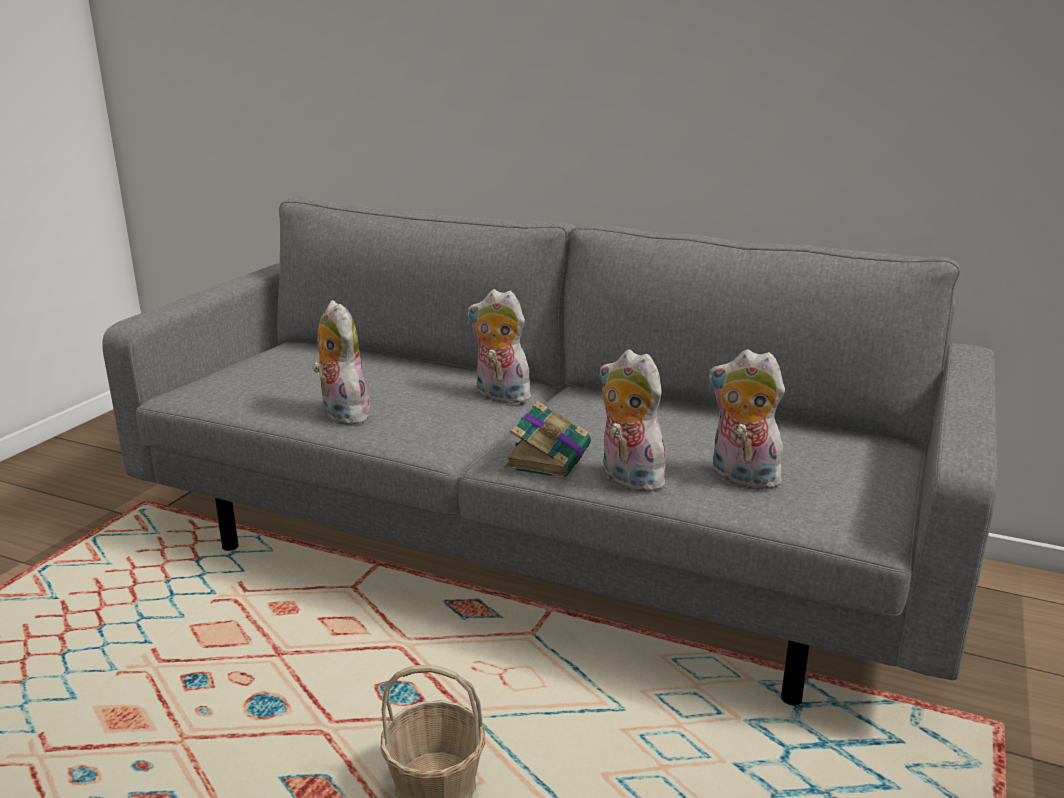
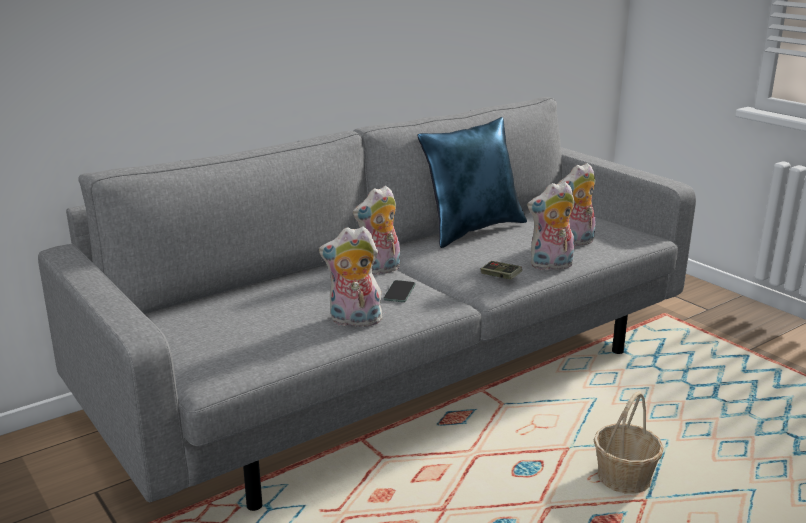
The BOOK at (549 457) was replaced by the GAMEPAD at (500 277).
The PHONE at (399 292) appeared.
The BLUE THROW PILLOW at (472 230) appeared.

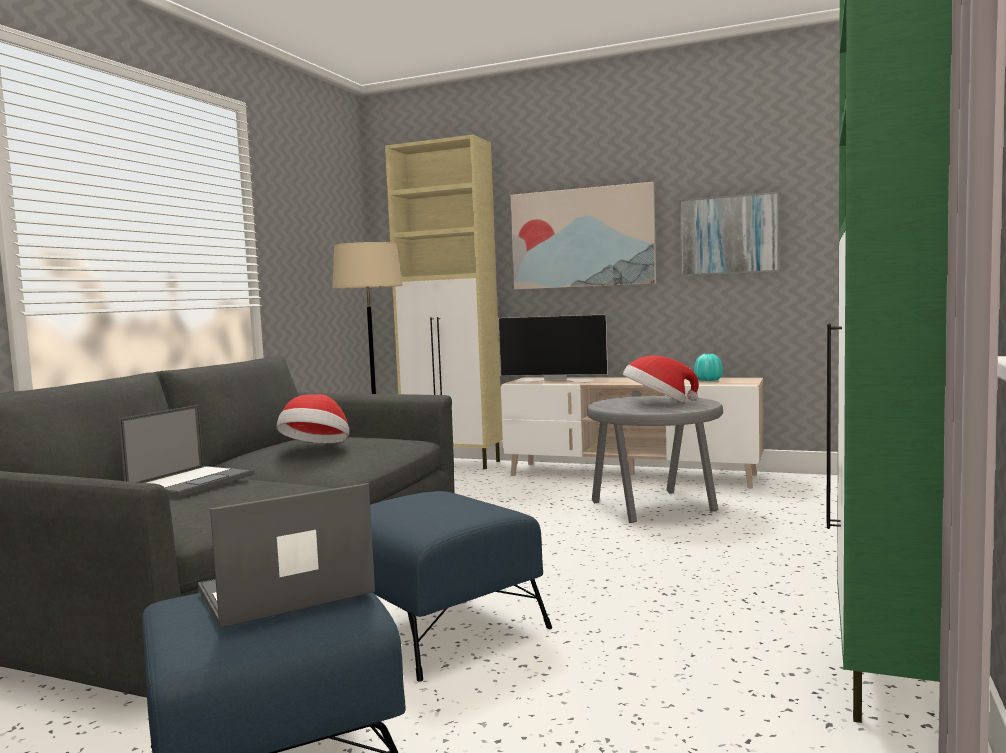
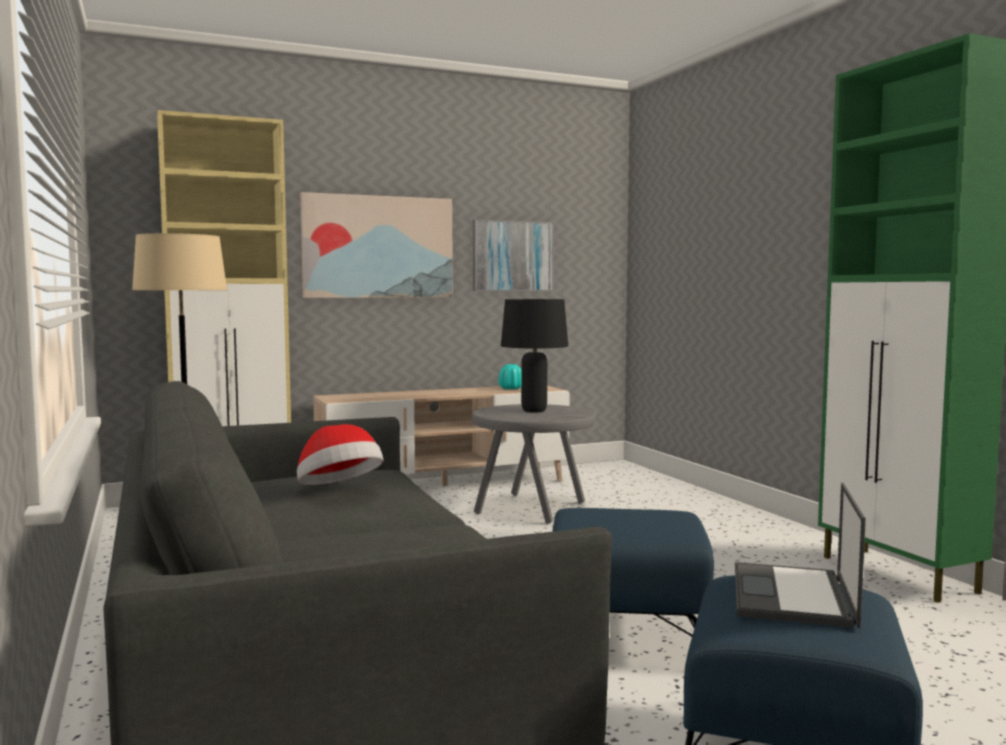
The NOTEBOOK COMPUTER at (192 482) disappeared.
The TV at (555 380) disappeared.
The WEARABLE HAT at (658 403) was replaced by the BLACK-COLOURED LAMP FOR A TABLE at (534 411).

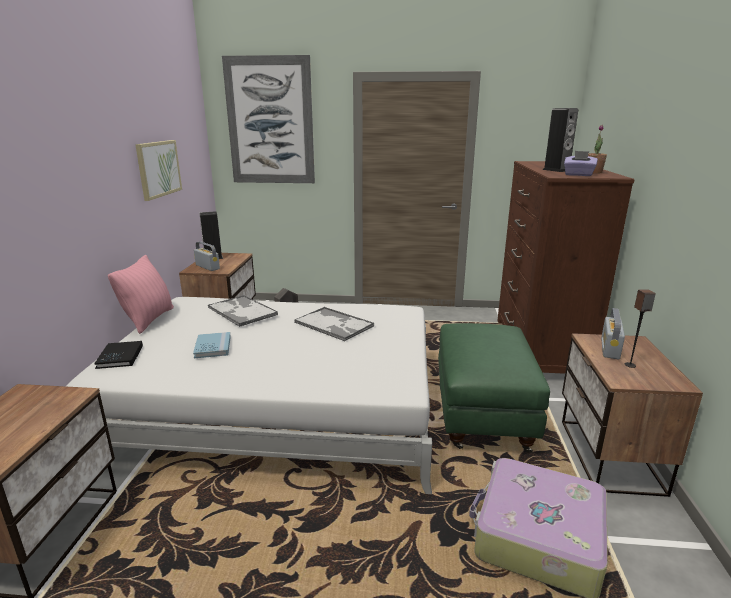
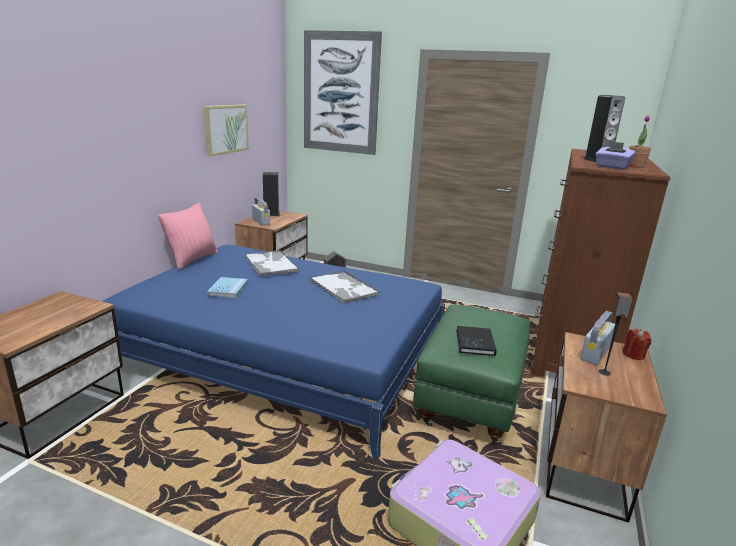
The WHITISH BEDROOM BED at (278 404) became the BLUE BEDROOM BED at (284 353).
The BLACK-COLOURED BOOK moved from (120 356) to (475 343).
The RED WAX LIGHT at (633 355) appeared.

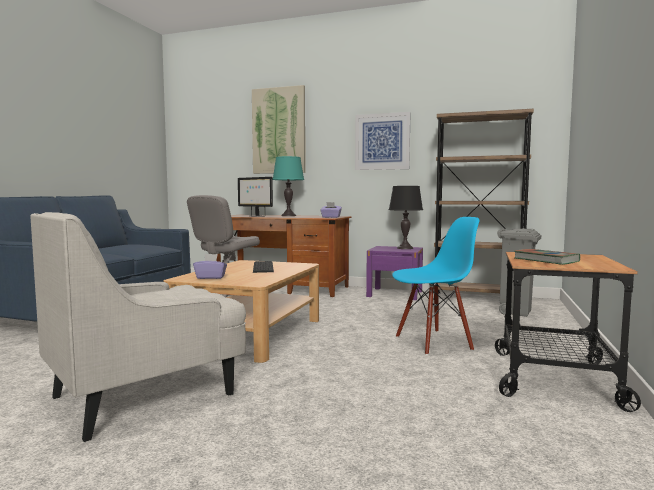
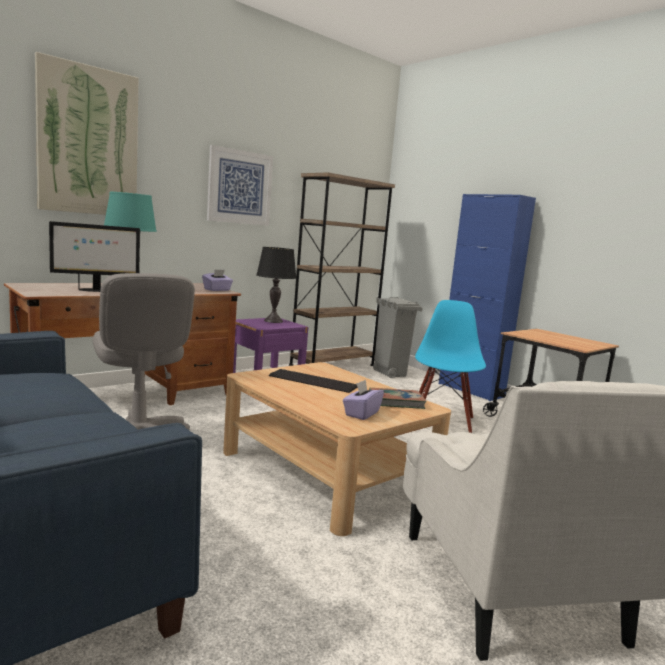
The BOOK moved from (546 260) to (396 402).
The BLUE CABINET at (471 390) appeared.

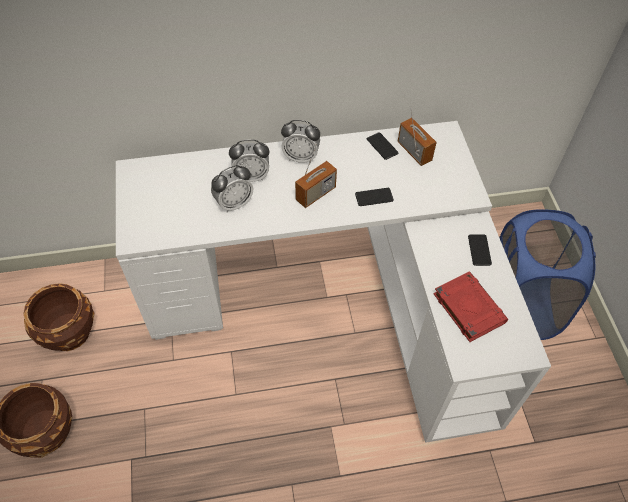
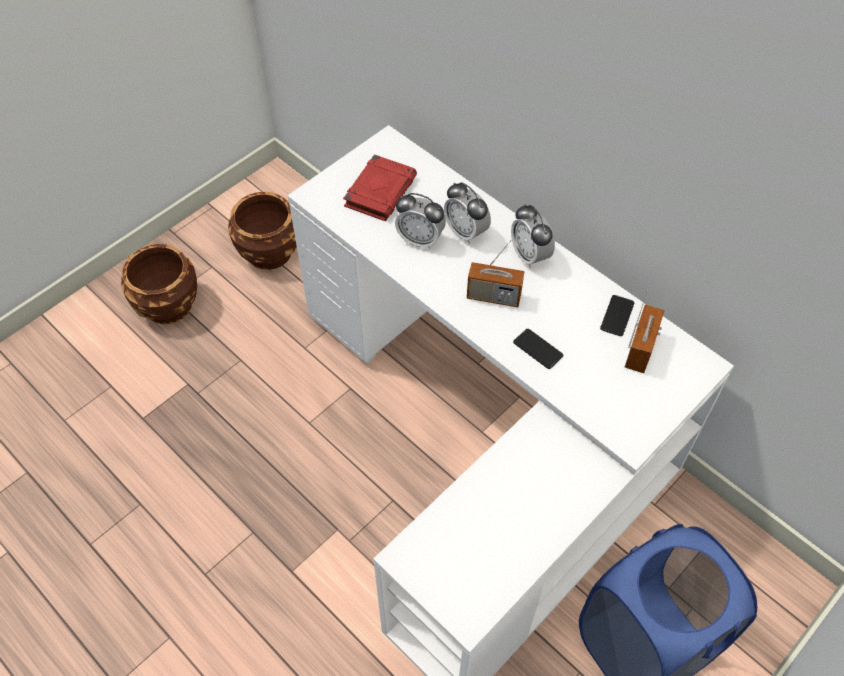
The RED BOOK moved from (468 308) to (380 191).
The PHONE at (479 250) disappeared.

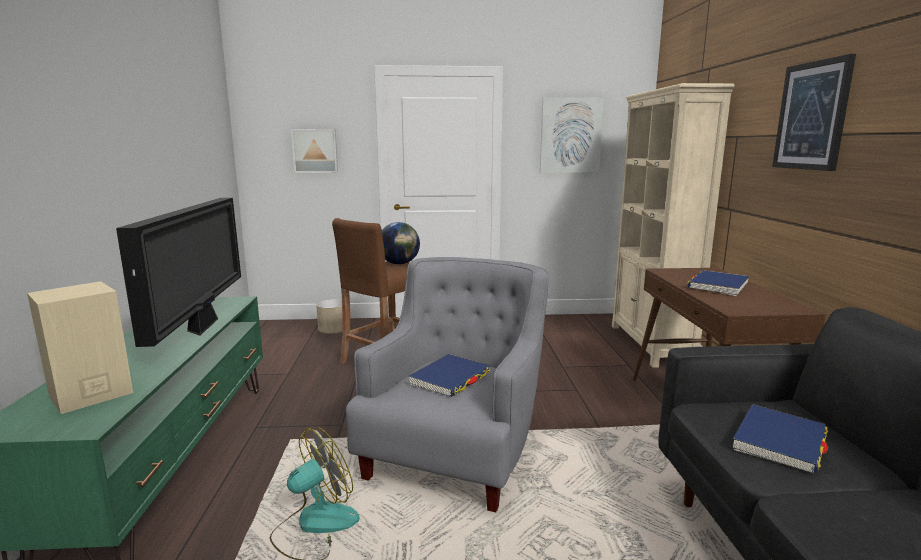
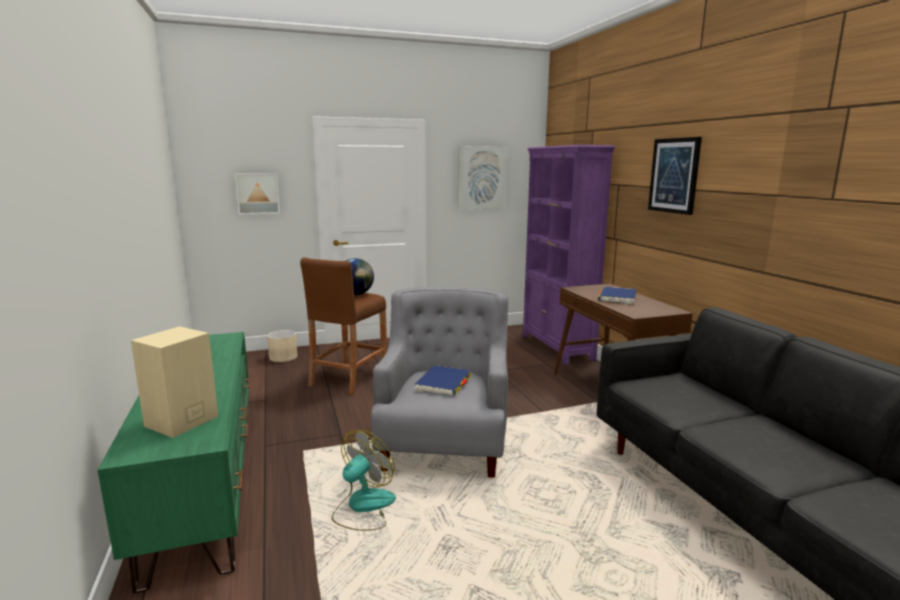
The TV at (203 325) disappeared.
The BEIGE-COLOURED BOOKSHELF at (650 345) became the PURPLE BOOKSHELF at (557 347).
The BLUE BOOK at (779 442) disappeared.

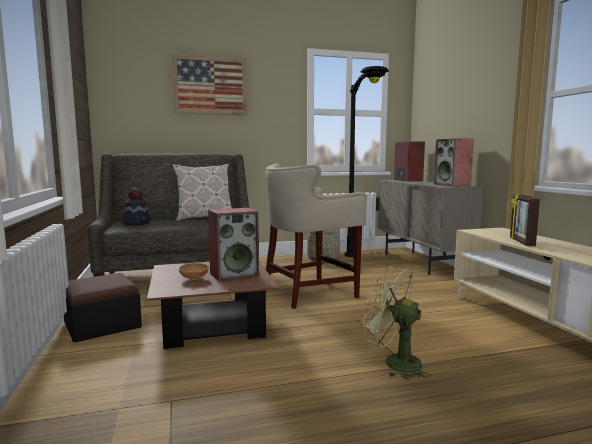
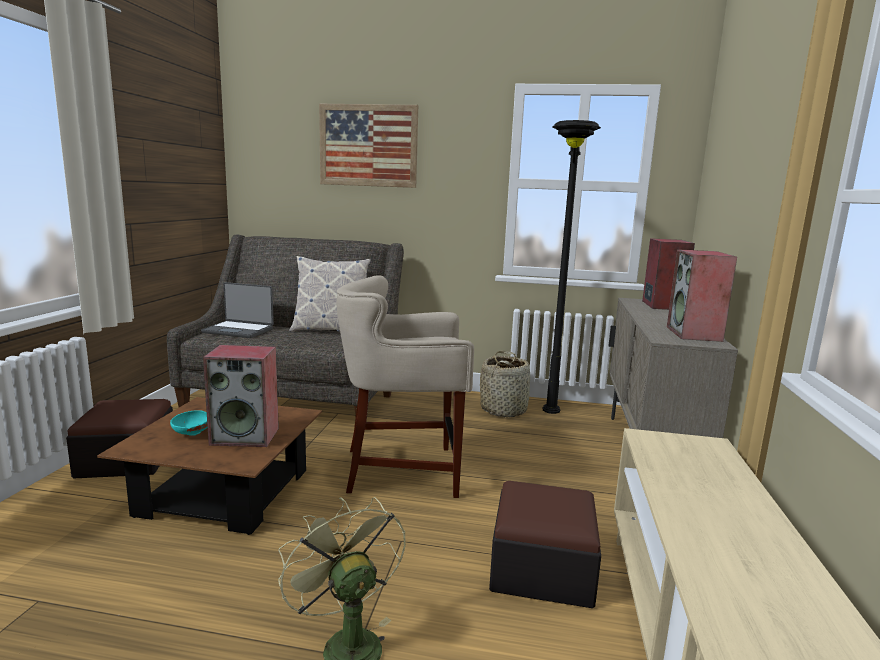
The WEARABLE HAT at (137 223) was replaced by the NOTEBOOK COMPUTER at (239 330).
The BROWN BOWL at (194 279) became the TURQUOISE BOWL at (191 434).
The PHOTO FRAME at (521 242) disappeared.
The OTTOMAN at (542 568) appeared.

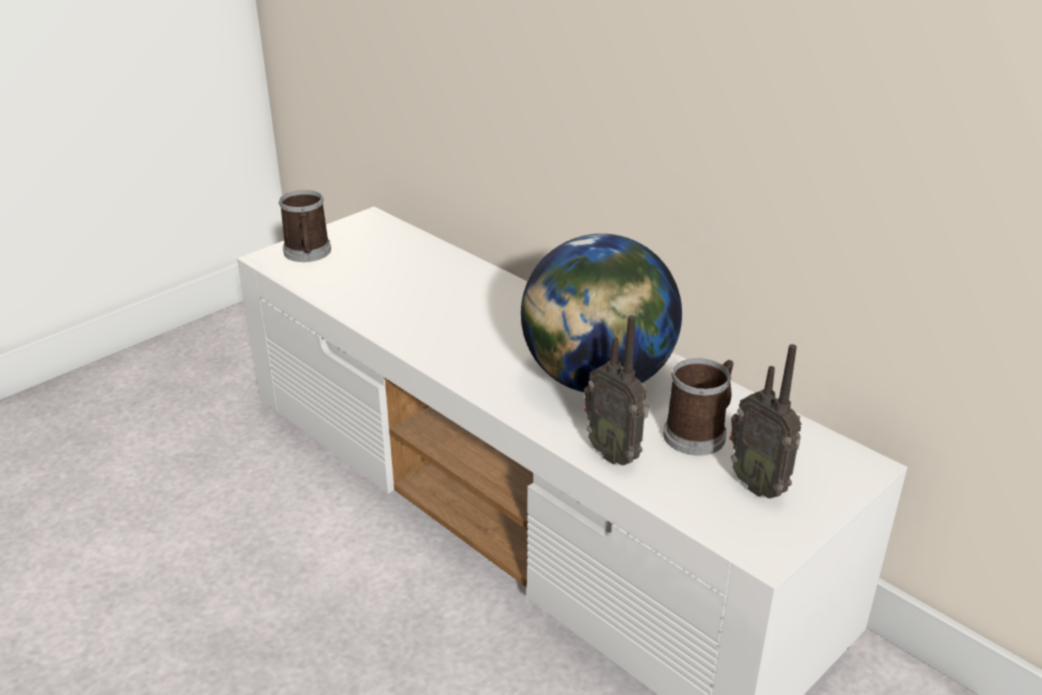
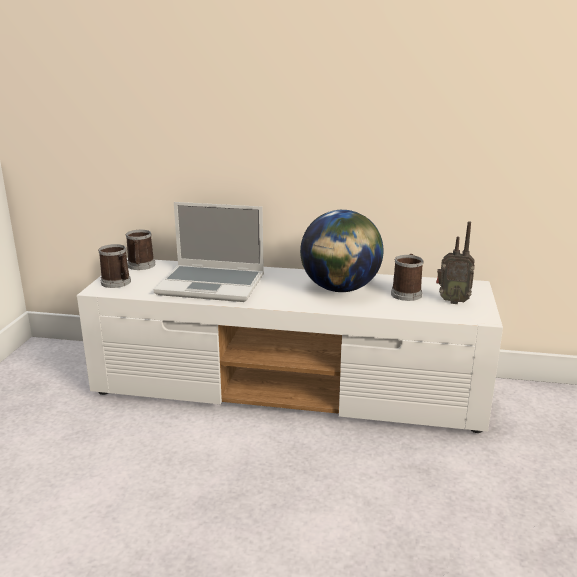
The RADIO SET at (615 453) disappeared.
The TEA MUG at (140 266) appeared.
The NOTEBOOK COMPUTER at (213 285) appeared.

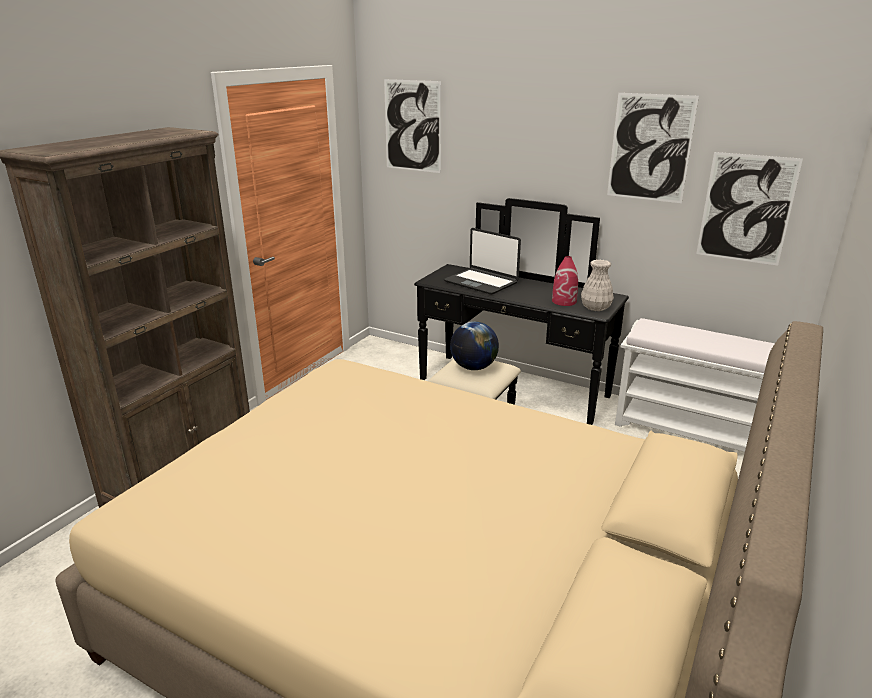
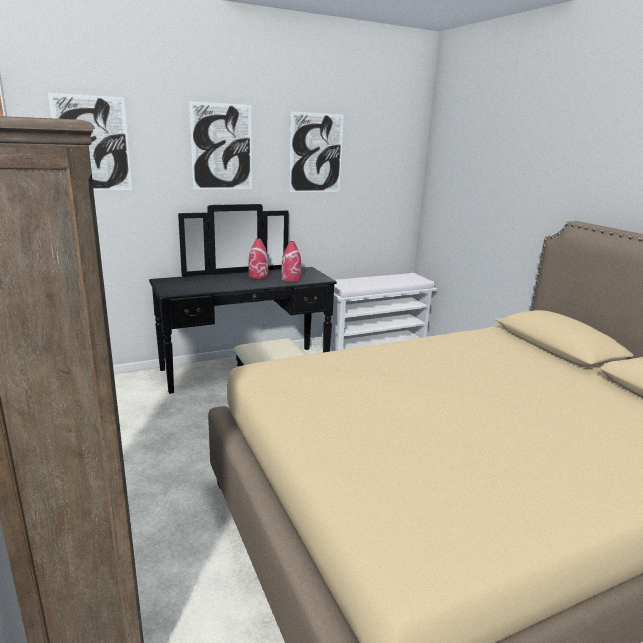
The NOTEBOOK COMPUTER at (481 282) disappeared.
The WORLD GLOBE at (473 367) disappeared.
The WHITISH VASE at (596 308) disappeared.
The WALL PICTURE moved from (746 209) to (221 147).
The RED VASE at (258 276) appeared.

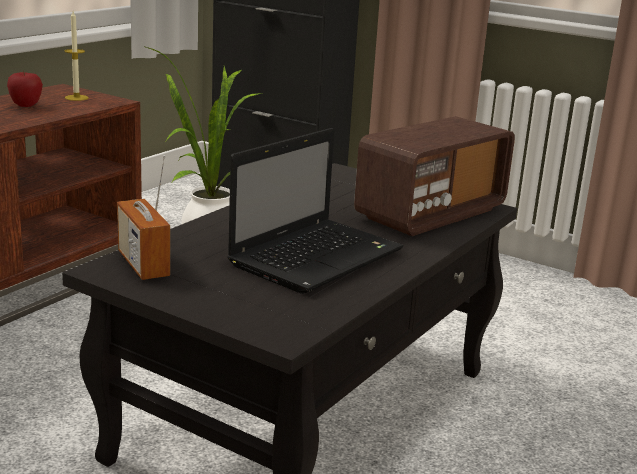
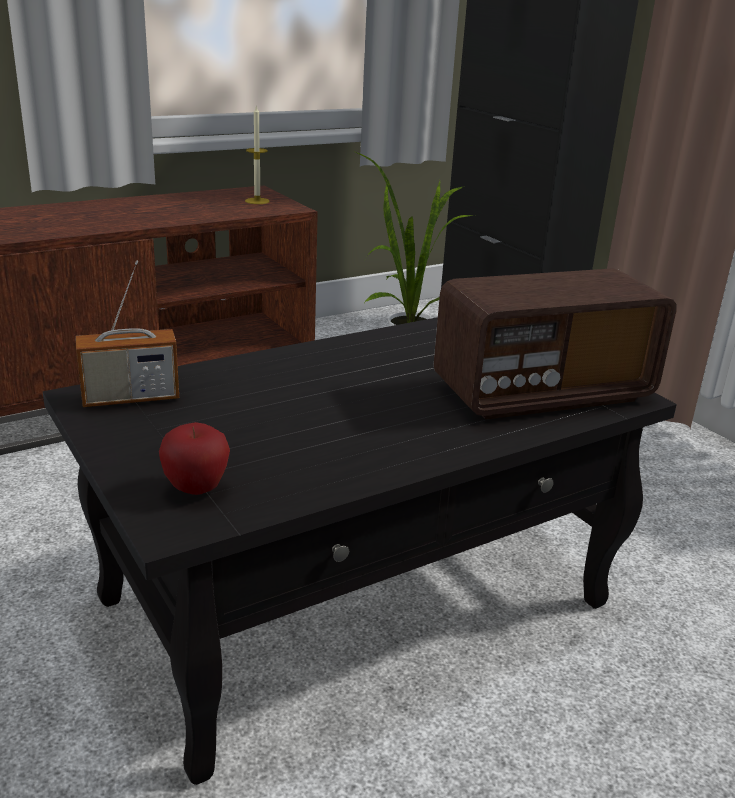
The WHOLE APPLE moved from (26 106) to (196 489).
The RADIO SET at (143 265) turned 105 degrees counterclockwise.
The NOTEBOOK COMPUTER at (318 256) disappeared.

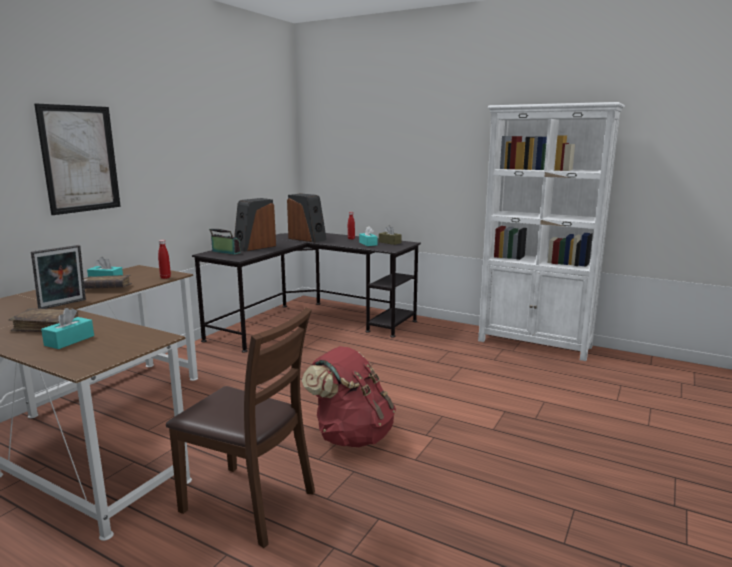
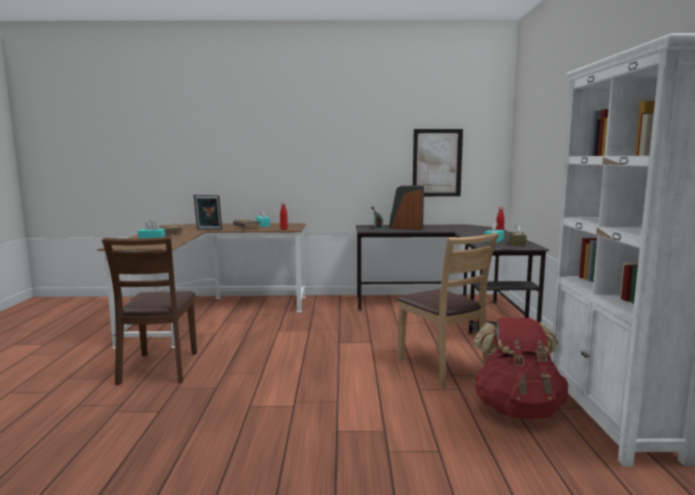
The WALL PICTURE moved from (80 159) to (437 163).
The LOUDSPEAKER at (307 239) disappeared.
The RED RUCKSACK moved from (351 436) to (517 409).
The BROWN CHAIR at (443 367) appeared.

